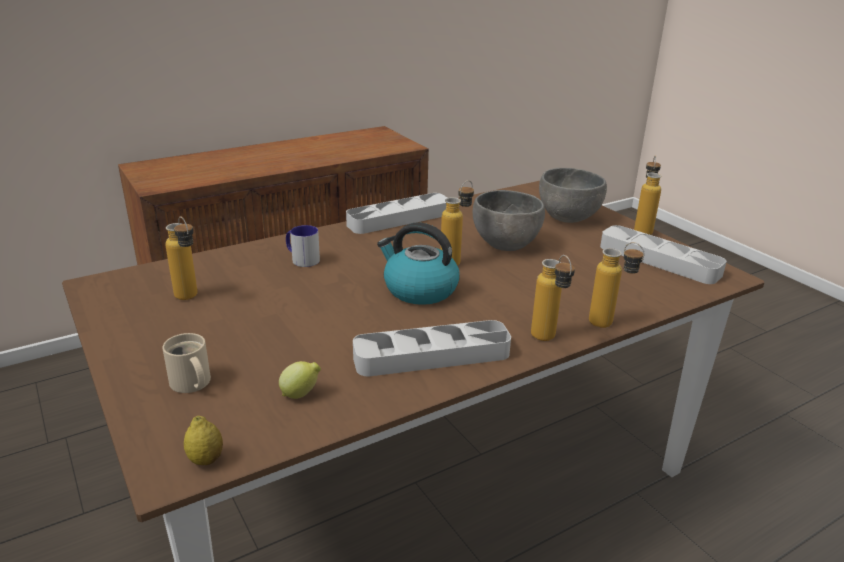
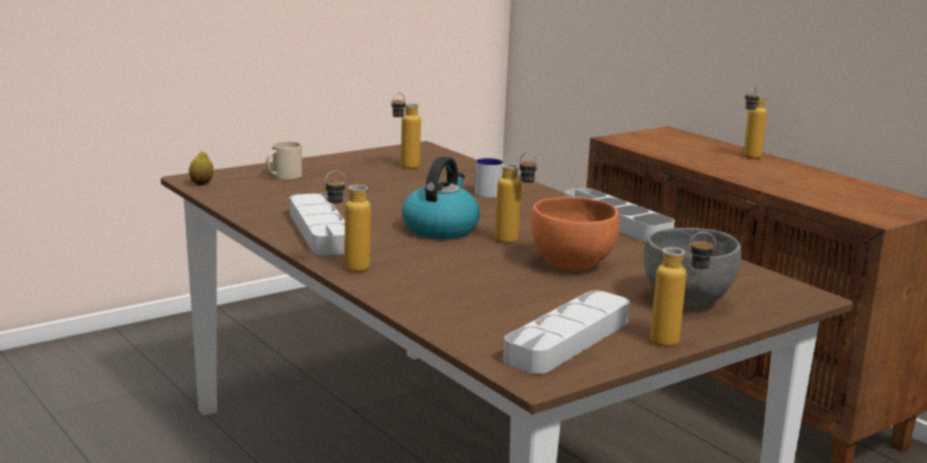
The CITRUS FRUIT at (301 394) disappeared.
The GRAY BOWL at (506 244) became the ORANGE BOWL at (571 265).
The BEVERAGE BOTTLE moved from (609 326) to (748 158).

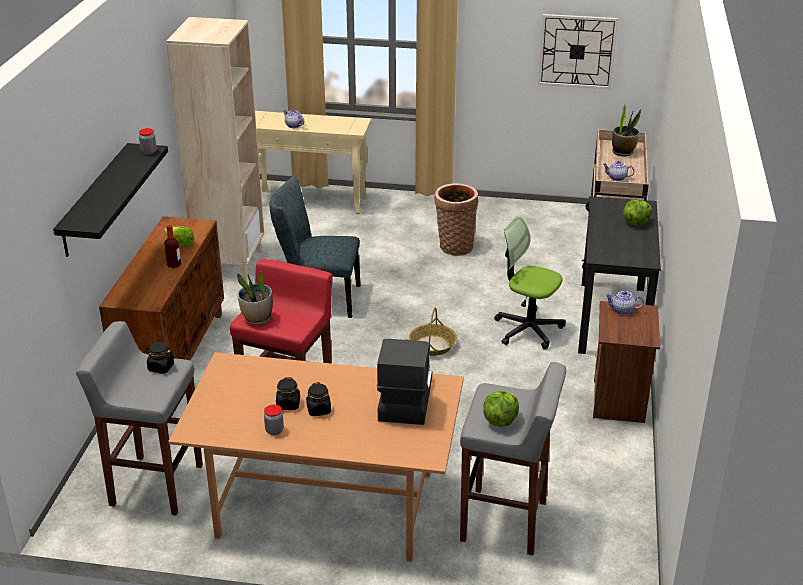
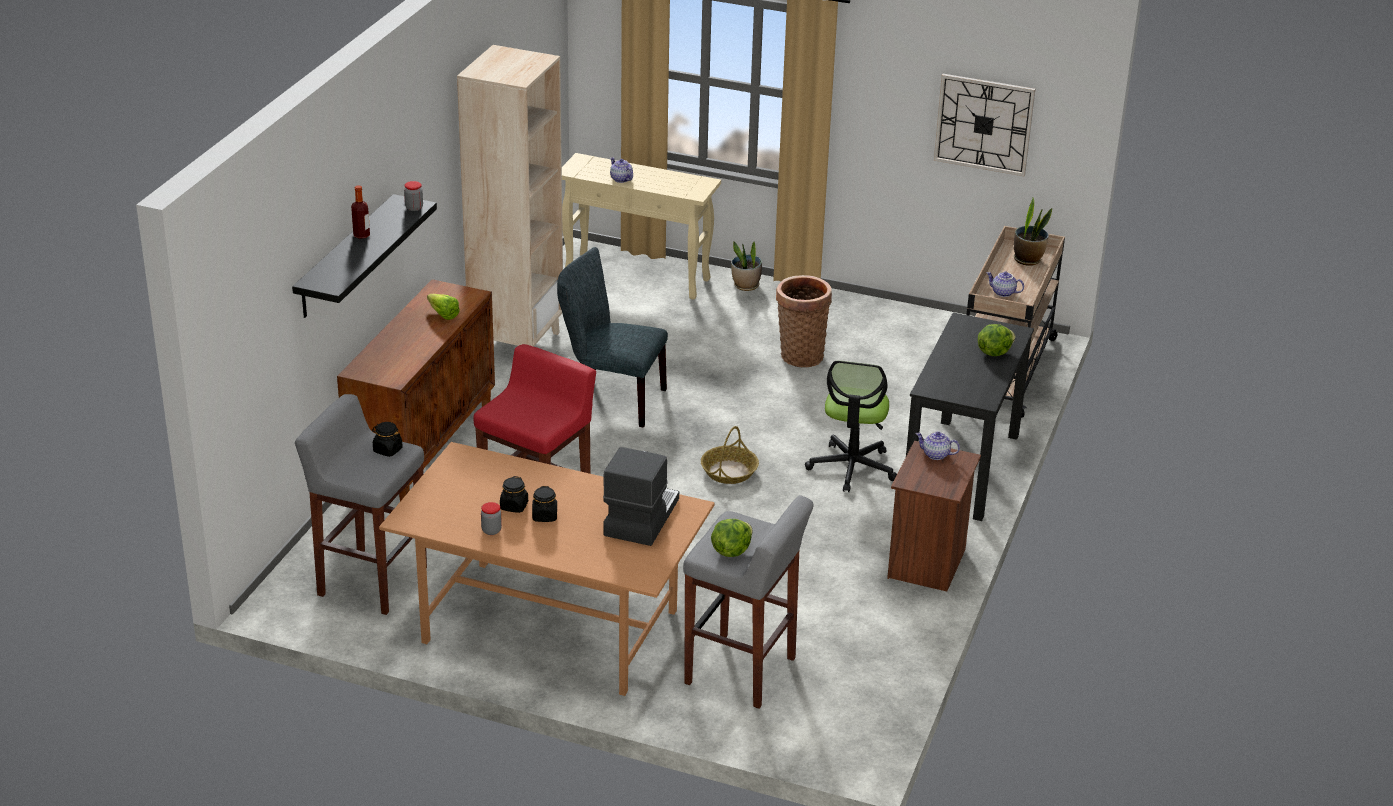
The BEVERAGE BOTTLE moved from (174 265) to (361 235).
The PLANT IN A POT moved from (257 318) to (746 286).
The OFFICE CHAIR at (528 329) turned 120 degrees counterclockwise.

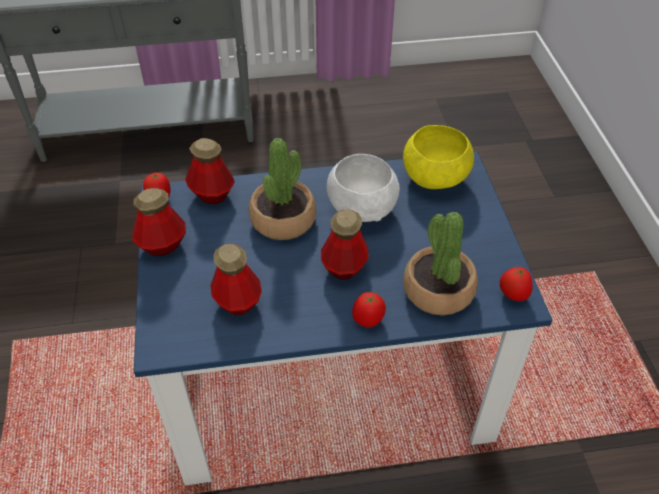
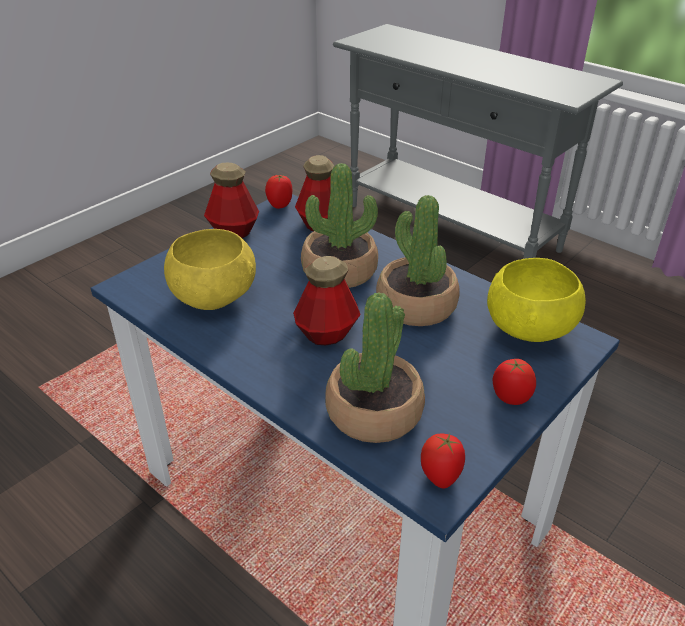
The BEVERAGE BOTTLE at (238 301) was replaced by the YELLOWISH BOWL at (215 297).
The WHITISH BOWL at (361 208) was replaced by the PLANT IN A POT at (416 305).
The WHOLE TOMATO moved from (368 320) to (510 398).

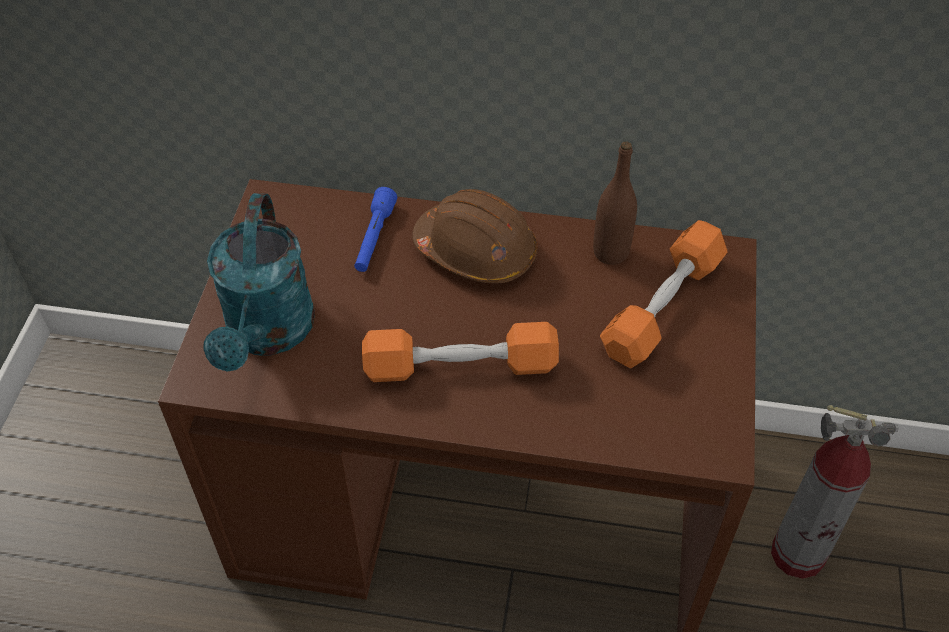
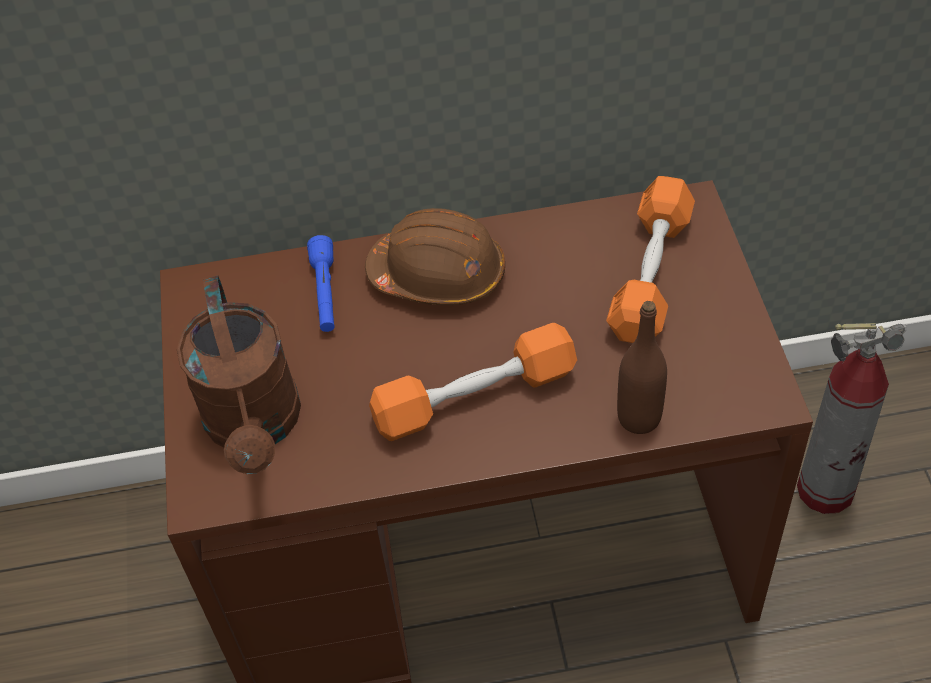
The TURQUOISE WATERING CAN at (267 334) became the BROWN WATERING CAN at (256 427).
The BROWN BEVERAGE BOTTLE moved from (610 252) to (639 418).

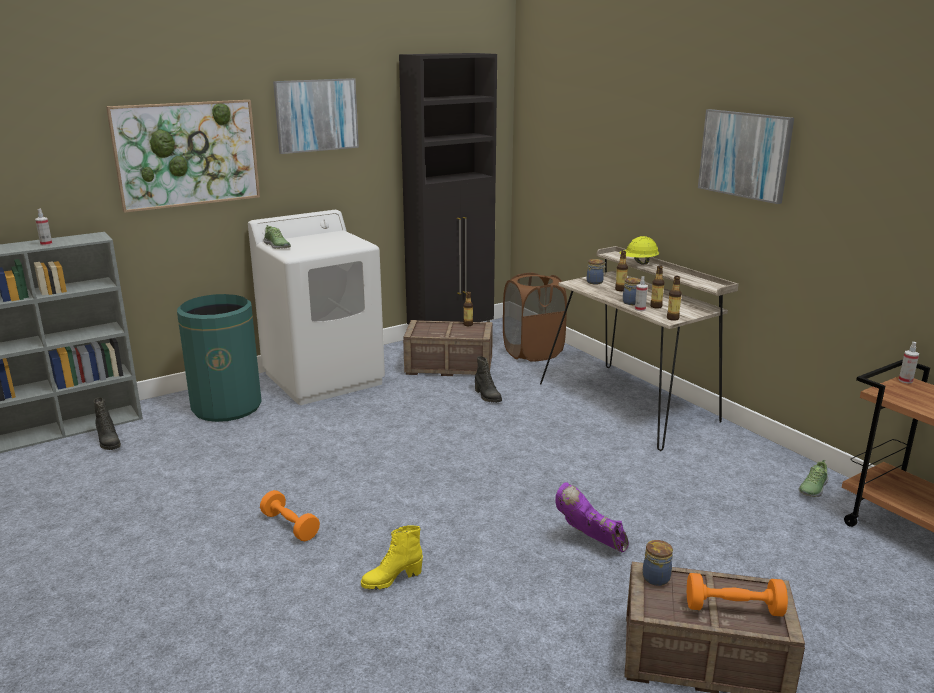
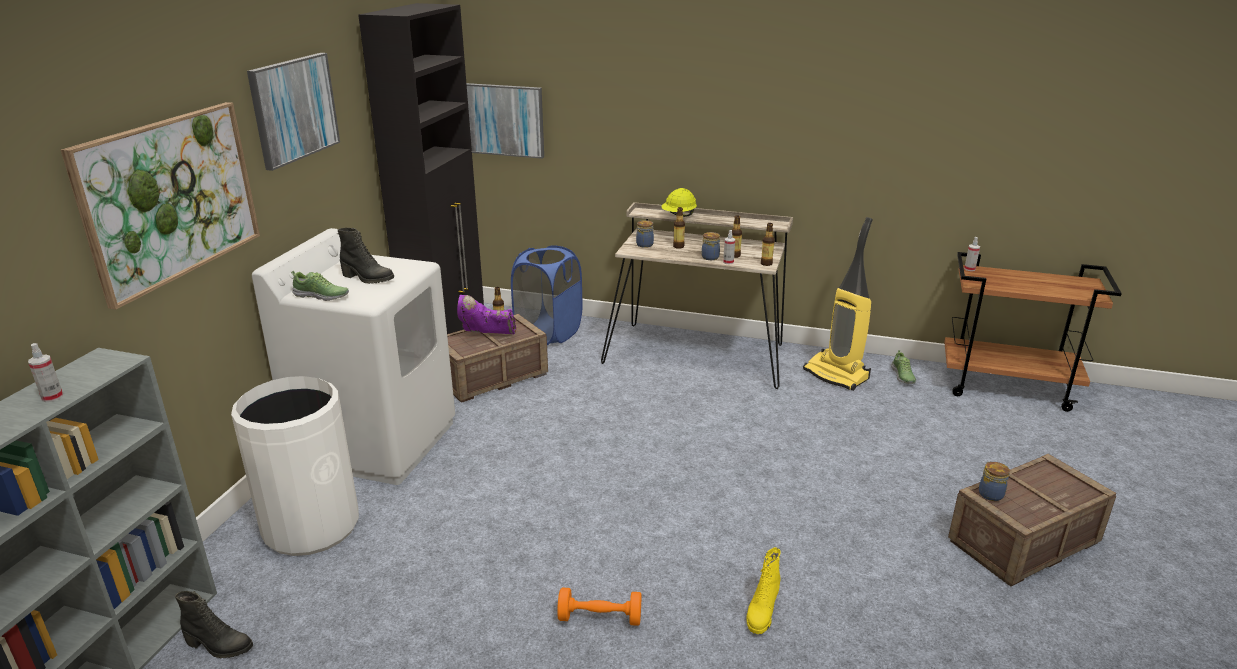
The GREEN-COLOURED TRASH CAN at (227 407) became the WHITISH TRASH CAN at (311 526).
The BLACK-COLOURED TALL BOOT moved from (487 396) to (367 278).
The BROWN WASHING BASKET at (533 352) became the BLUE WASHING BASKET at (548 333).
The PURPLE TALL BOOT moved from (590 541) to (486 336).
The ORANGE HAND WEIGHT at (733 608) disappeared.
The WALL PICTURE moved from (745 154) to (503 120).
The VACUUM CLEANER at (837 375) appeared.

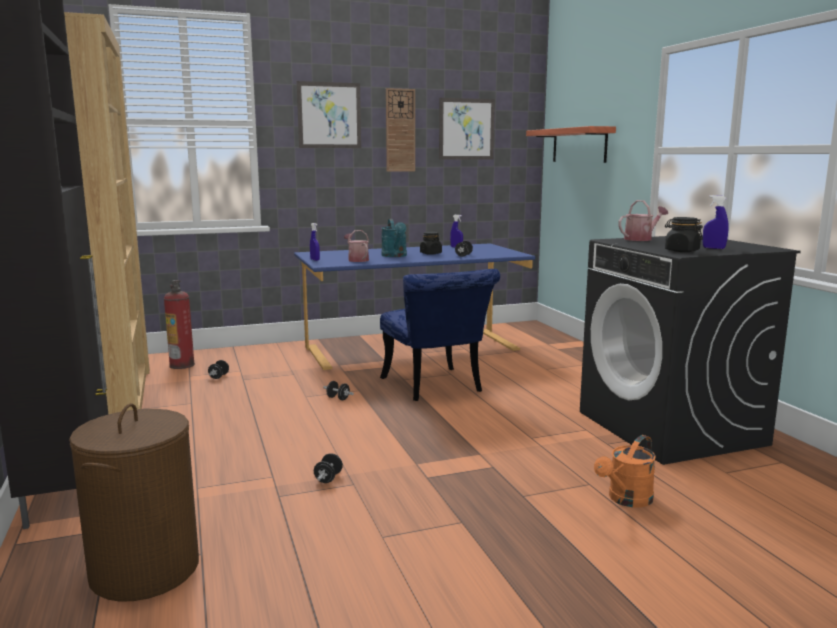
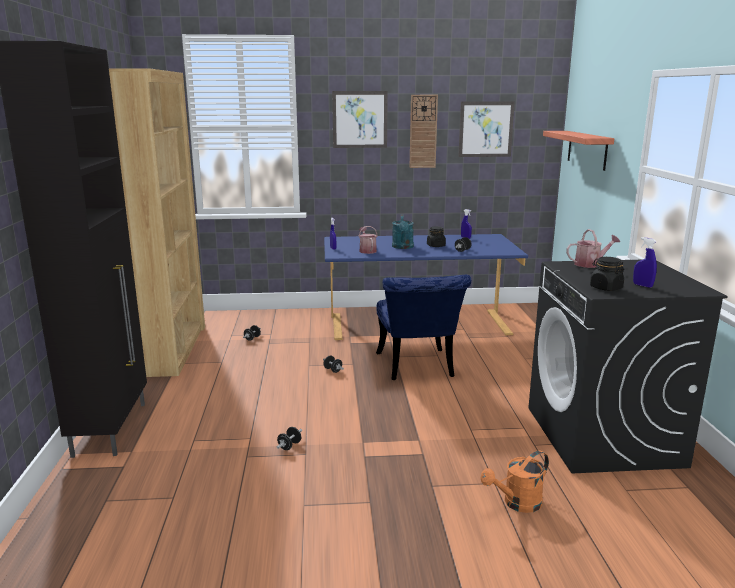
The BROWN WASHING BASKET at (145 569) disappeared.
The EXTINGUISHER at (182 365) disappeared.

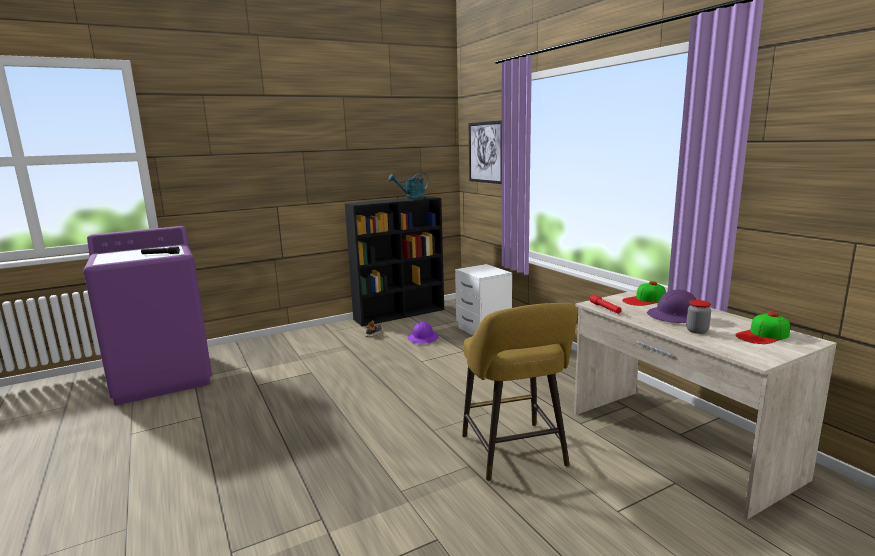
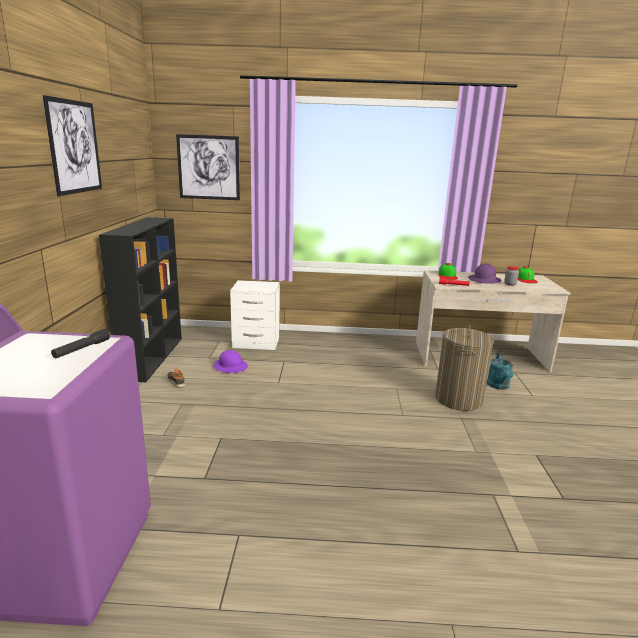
The TURQUOISE WATERING CAN moved from (411 198) to (499 386).
The YELLOWISH STOOL at (515 454) was replaced by the WASHING BASKET at (458 399).
The WALL PICTURE at (74 147) appeared.

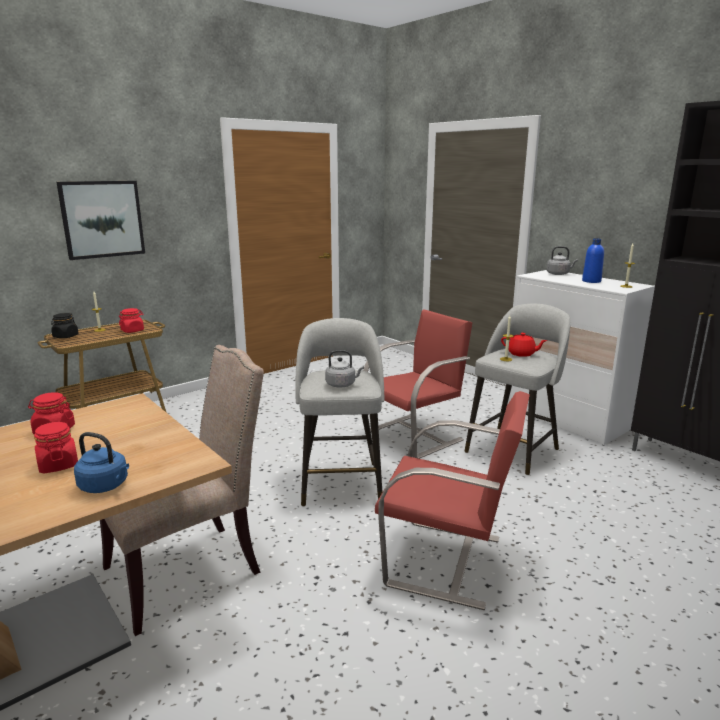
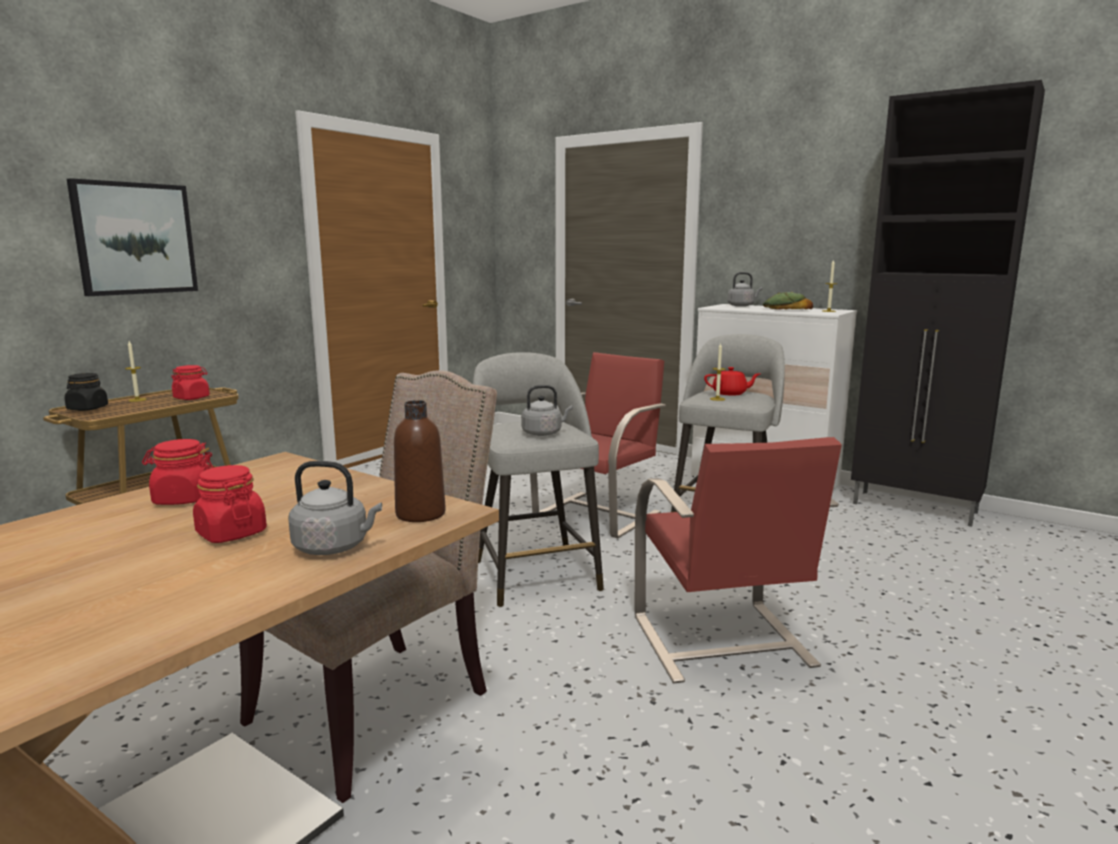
The BLUE TEA KETTLE at (106 486) became the GRAY TEA KETTLE at (334 547).
The RED CHAIR at (447 561) turned 75 degrees clockwise.
The BLUE BEVERAGE BOTTLE at (591 281) was replaced by the BAKED BREAD at (786 309).
The BROWN BEVERAGE BOTTLE at (420 514) appeared.

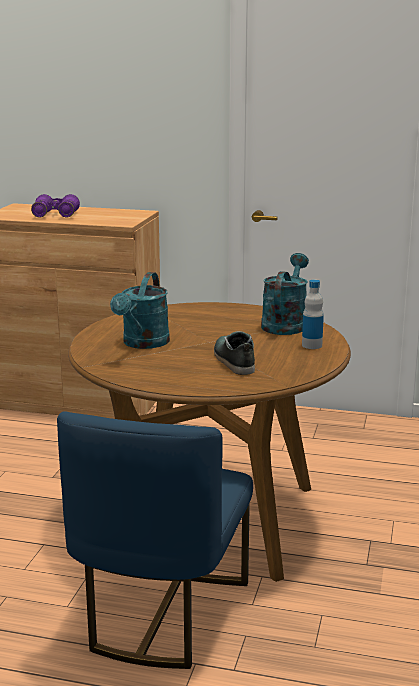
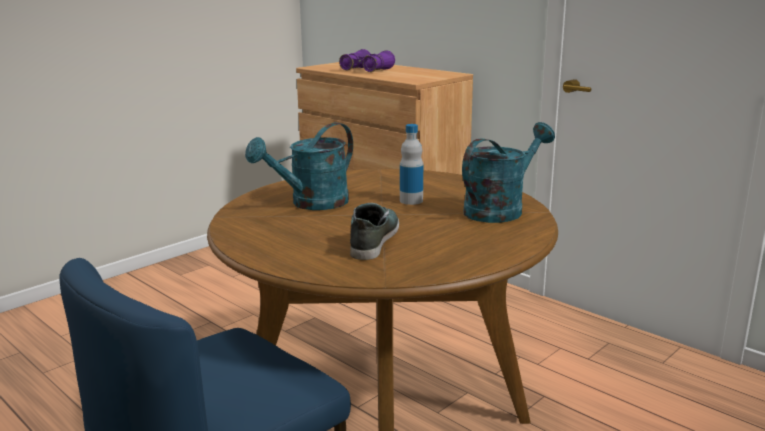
The BEVERAGE BOTTLE moved from (312 345) to (411 200).

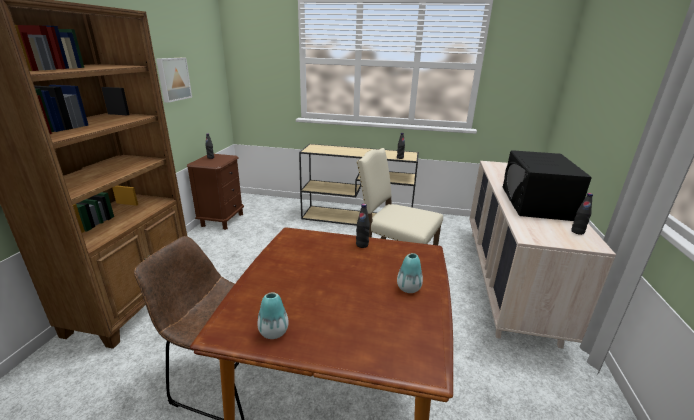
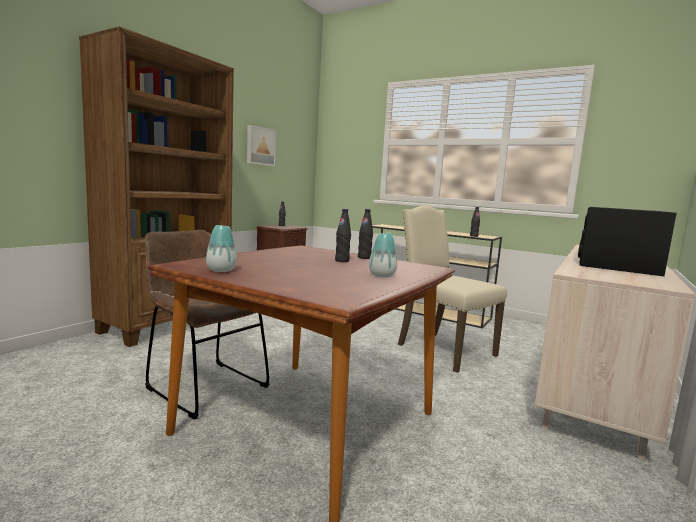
The BLACK-COLOURED BEVERAGE BOTTLE moved from (577 232) to (342 261).

